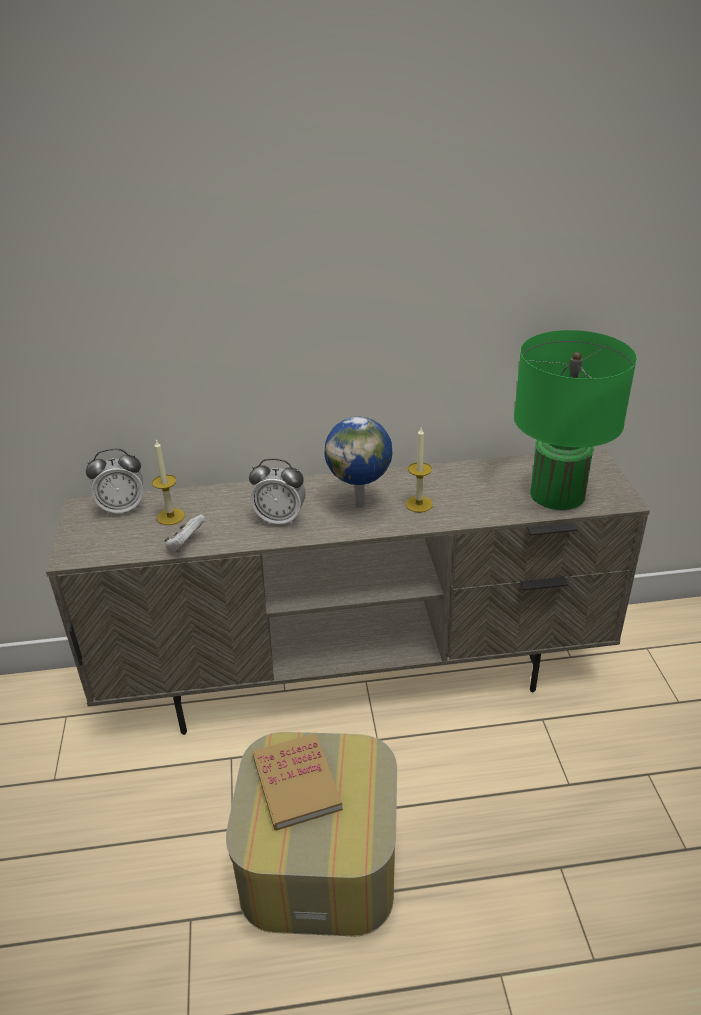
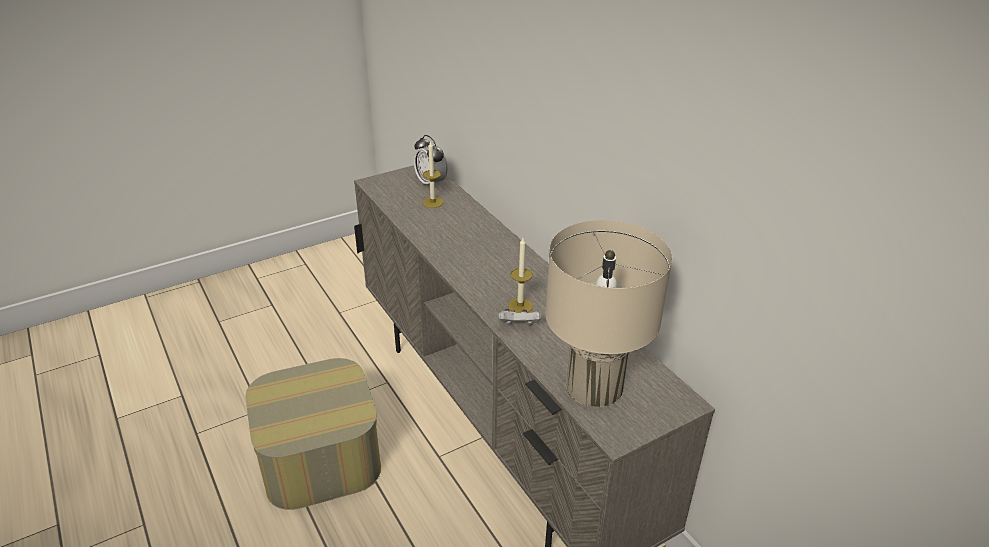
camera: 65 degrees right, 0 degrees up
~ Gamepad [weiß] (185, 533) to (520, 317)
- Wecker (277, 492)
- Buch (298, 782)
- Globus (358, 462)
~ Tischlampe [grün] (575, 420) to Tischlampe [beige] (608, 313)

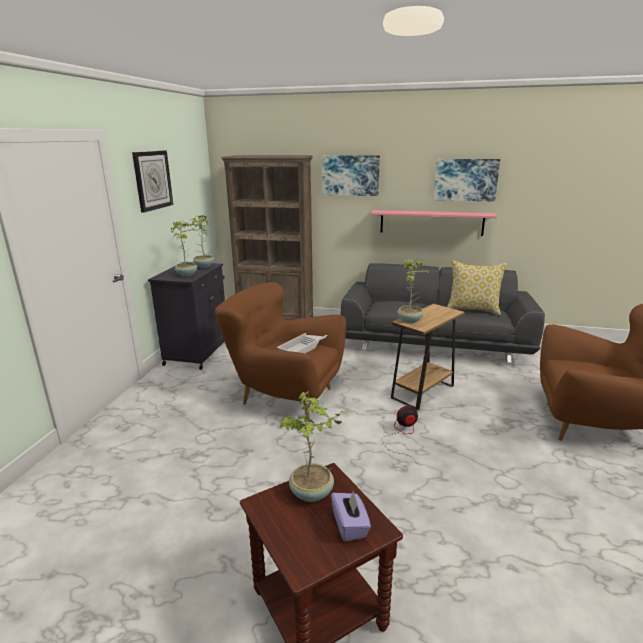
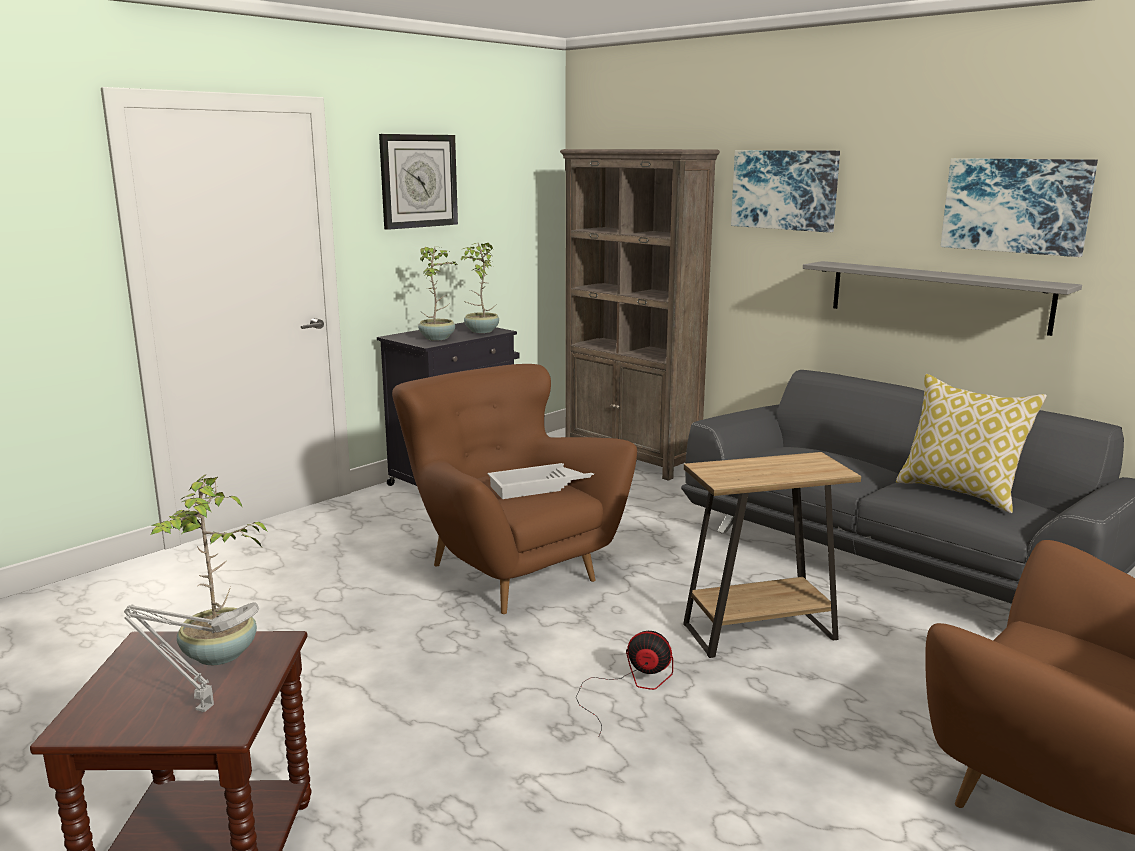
camera: 30 degrees right, 5 degrees down
~ Taschentuchbox [lila] (351, 516) to Tischlampe [grau] (191, 657)
~ Wandregal [rosa] (434, 223) to Wandregal [grau] (942, 298)
- Topfpflanze (413, 290)

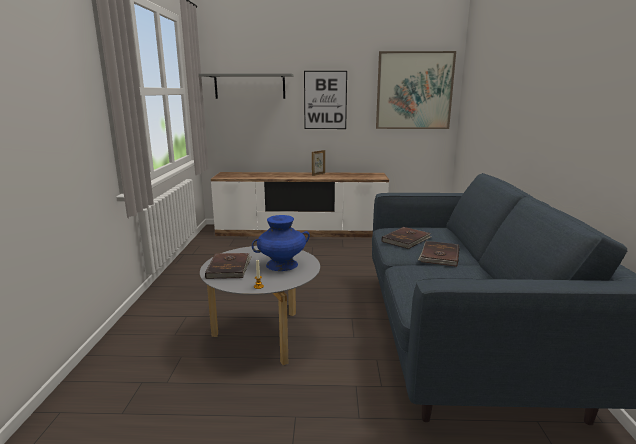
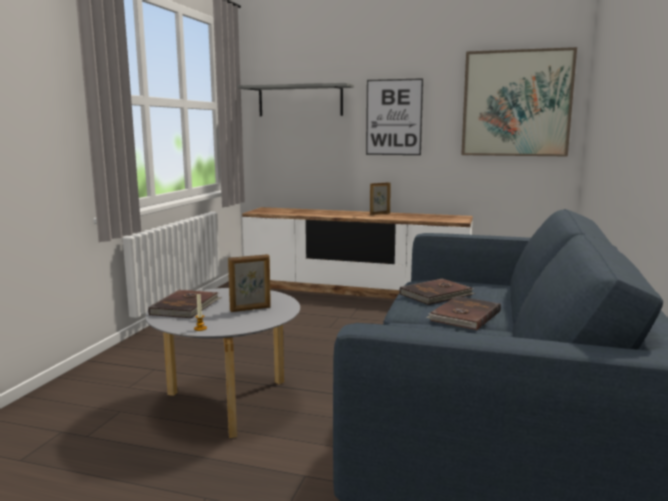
camera: 15 degrees right, 5 degrees down
~ Vase [blau] (281, 243) to Bilderrahmen (249, 283)

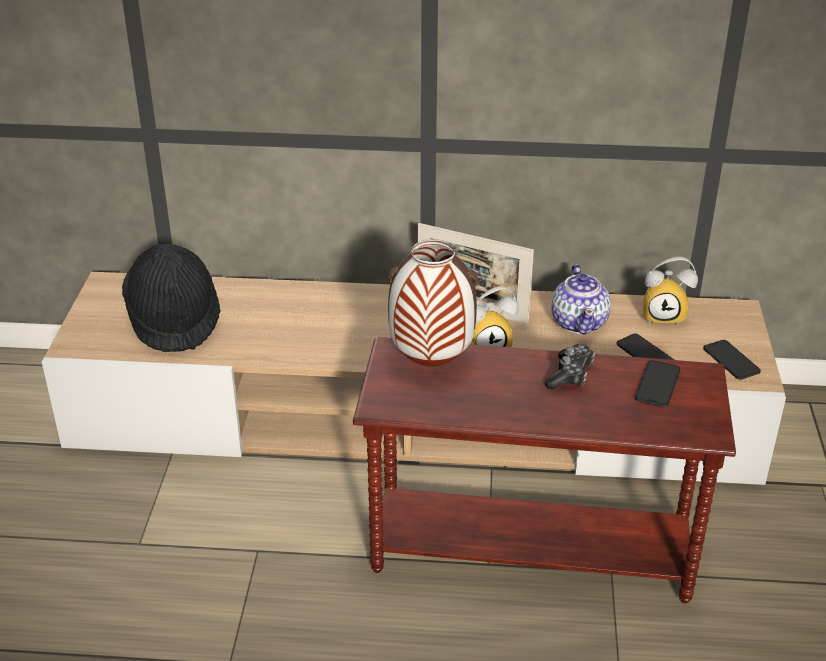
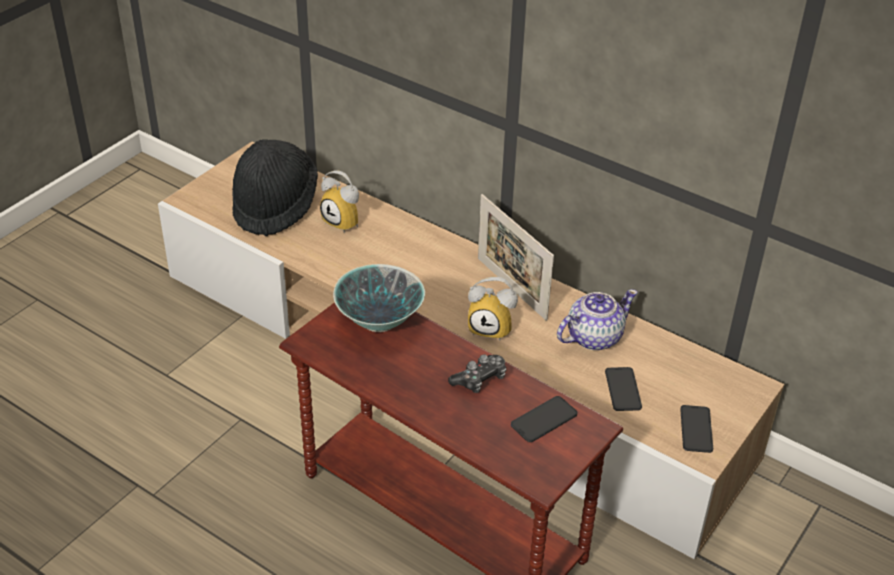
camera: 30 degrees right, 5 degrees up
~ Vase (432, 303) to Schüssel (379, 298)
~ Teekanne (581, 300) = (597, 319) 150 degrees counterclockwise
~ Wecker (670, 291) to (339, 201)

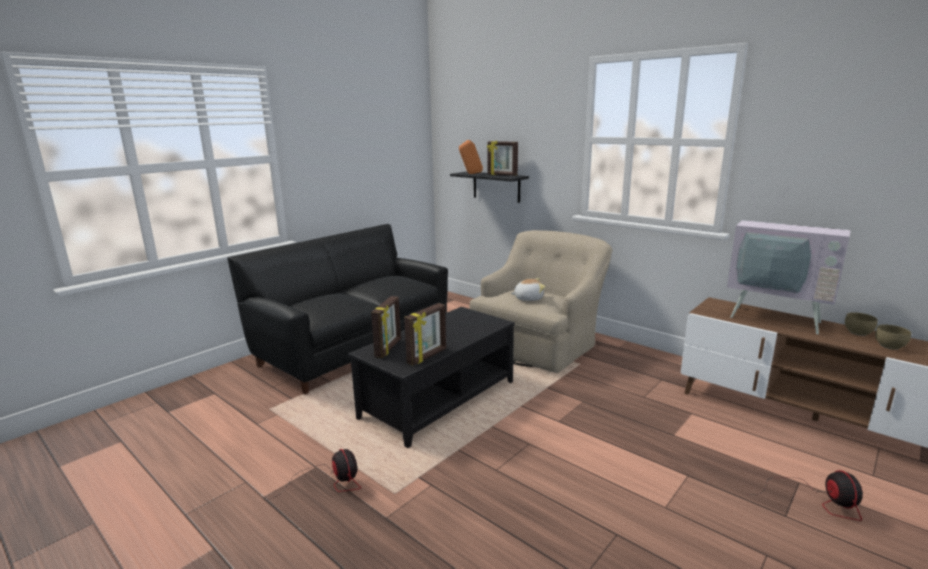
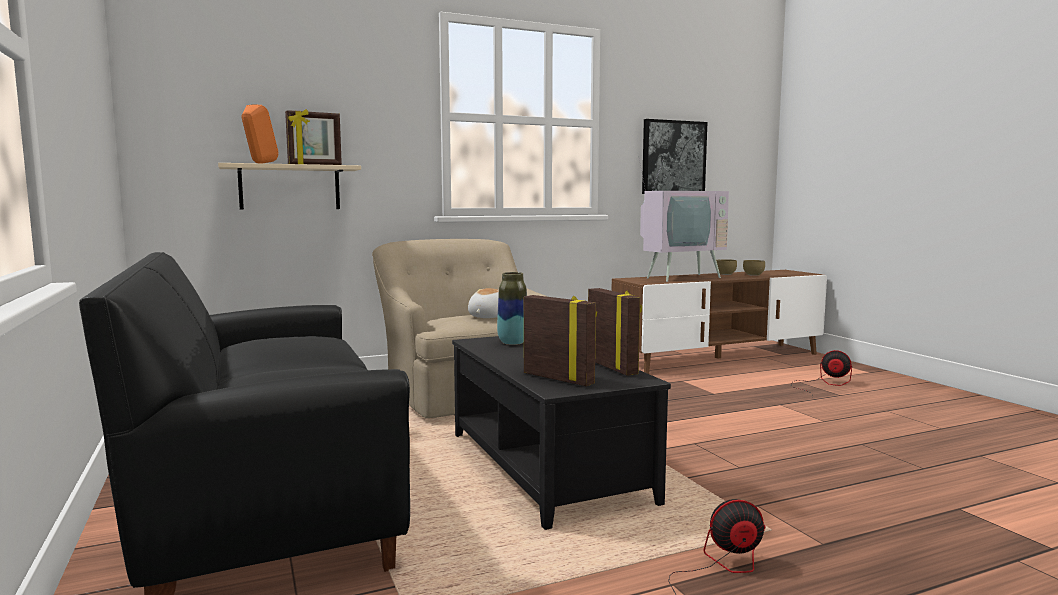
camera: 65 degrees left, 10 degrees down
~ Wandregal [schwarz] (489, 187) to Wandregal [beige] (289, 186)
+ Vase (512, 308)
+ Bild (674, 156)

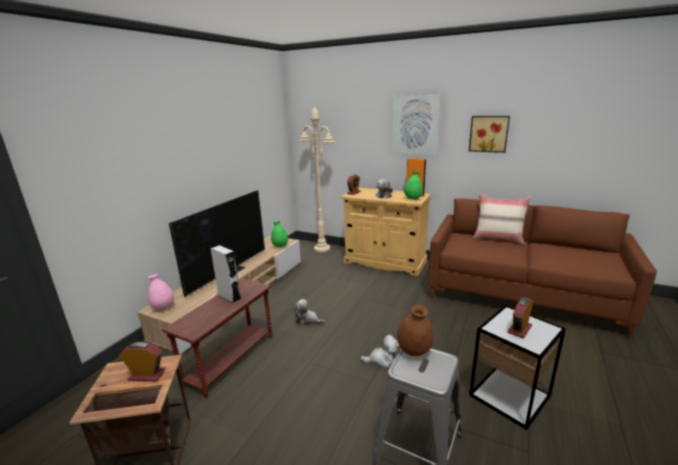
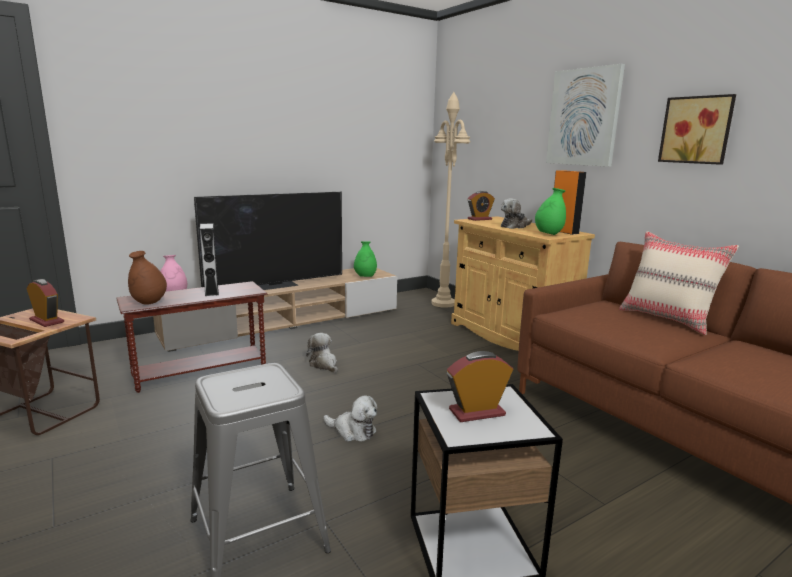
camera: 30 degrees right, 5 degrees down
~ Vase [braun] (415, 330) to (147, 277)

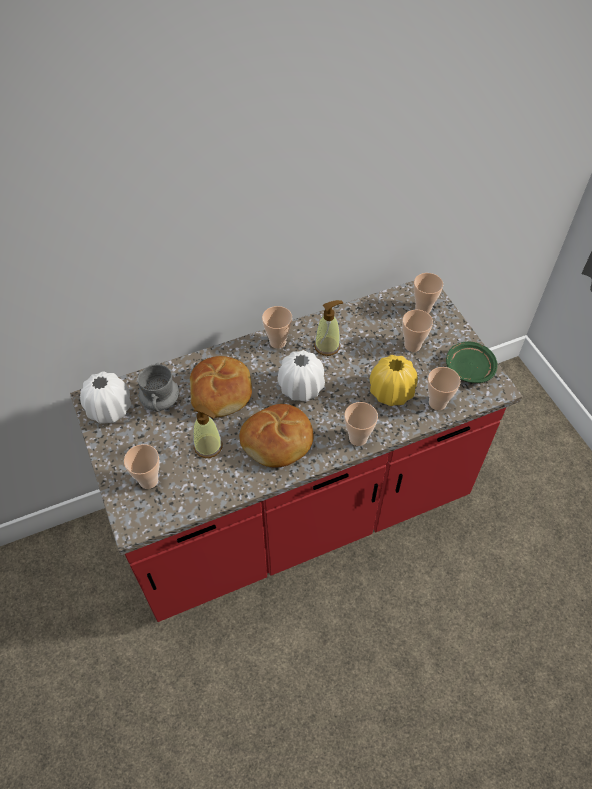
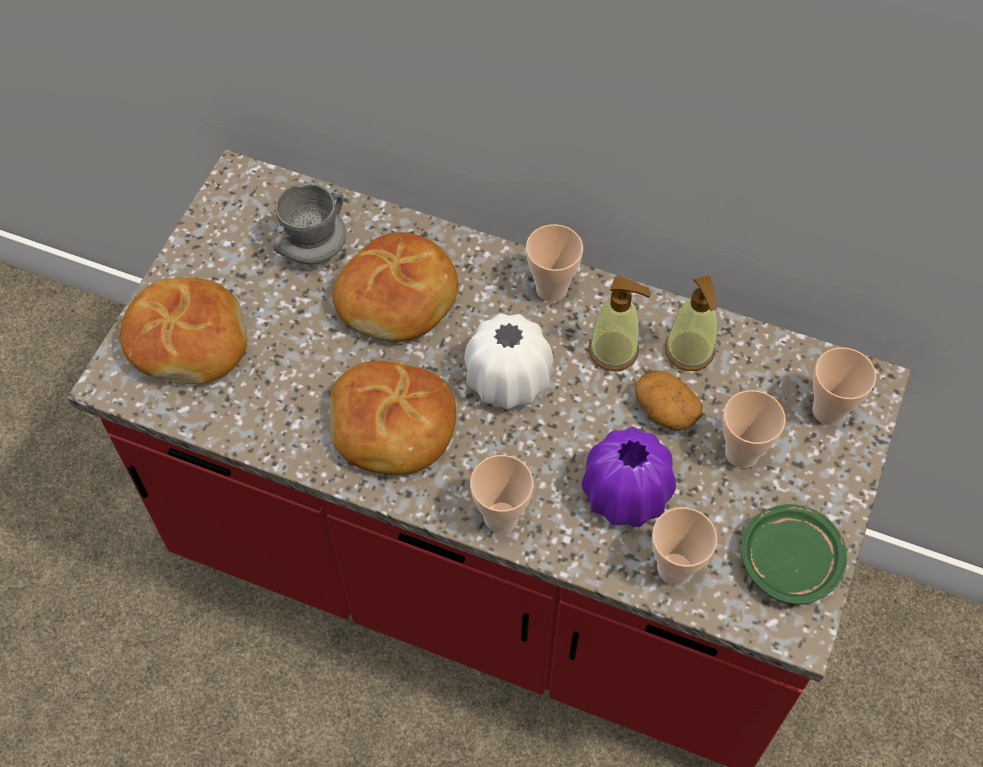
camera: 45 degrees right, 5 degrees up
- Vase [weiß] (105, 397)
~ Tasse (142, 466) to Brot (183, 331)
~ Seifenspender (207, 431) to (691, 323)
~ Vase [gelb] (394, 380) to Vase [lila] (628, 477)
+ Kartoffel (669, 401)

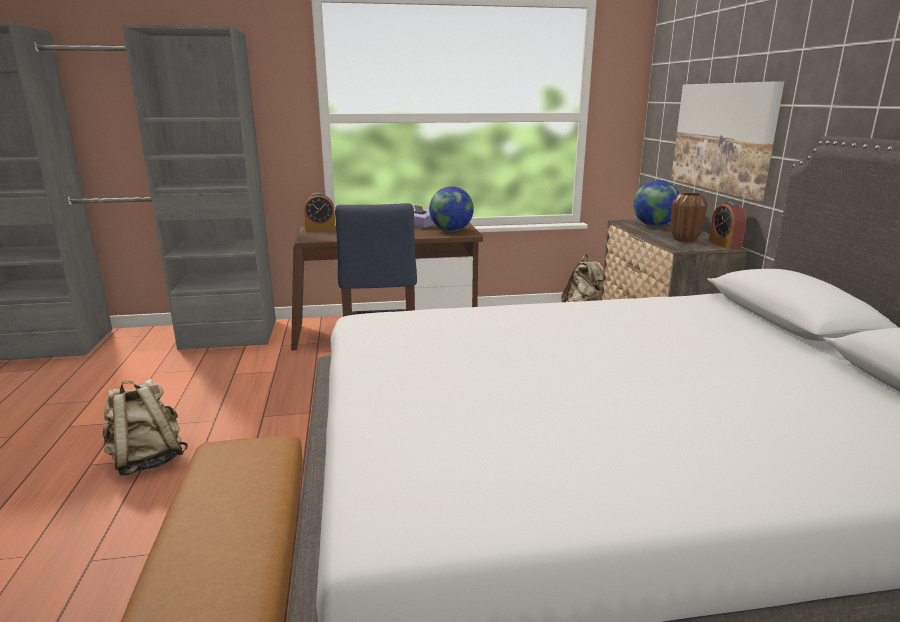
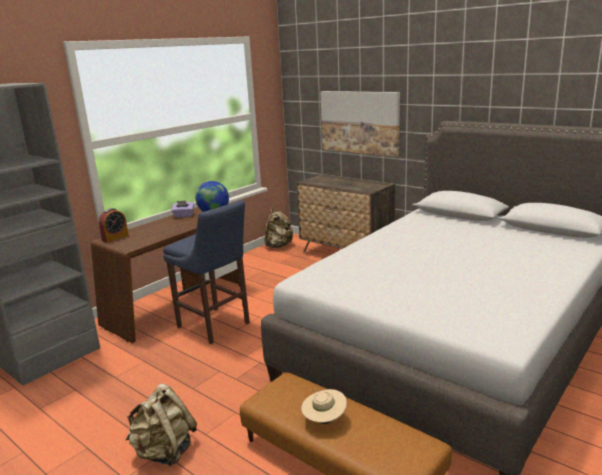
camera: 40 degrees left, 0 degrees up
- Globus (656, 203)
- Vase [braun] (689, 217)
- Wecker (727, 225)
+ Hut [beige] (324, 406)

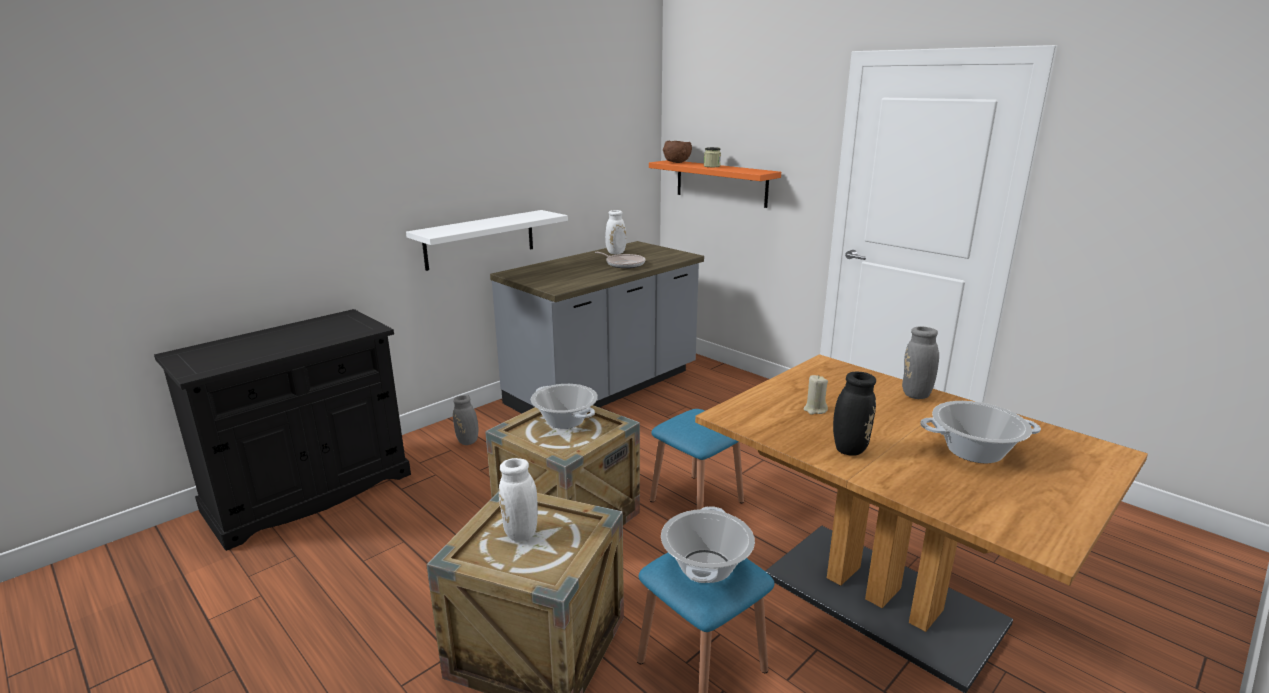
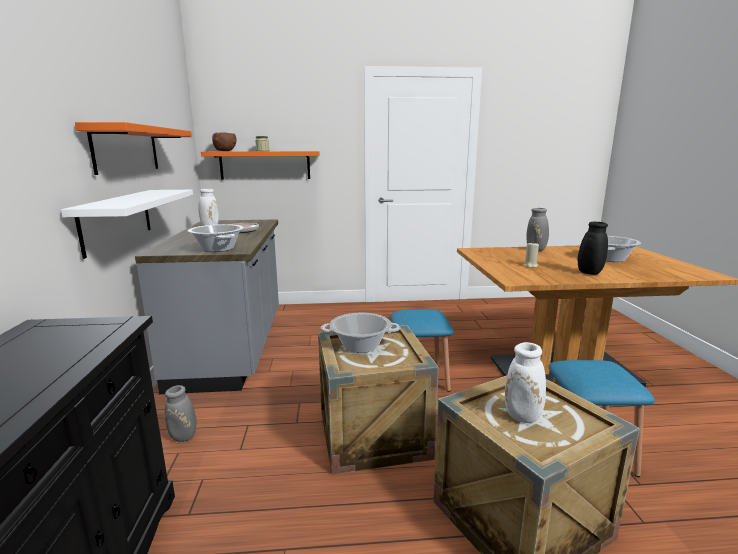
camera: 50 degrees left, 5 degrees down
~ Kochtopf (708, 544) to (216, 238)
+ Wandregal [orange] (133, 148)

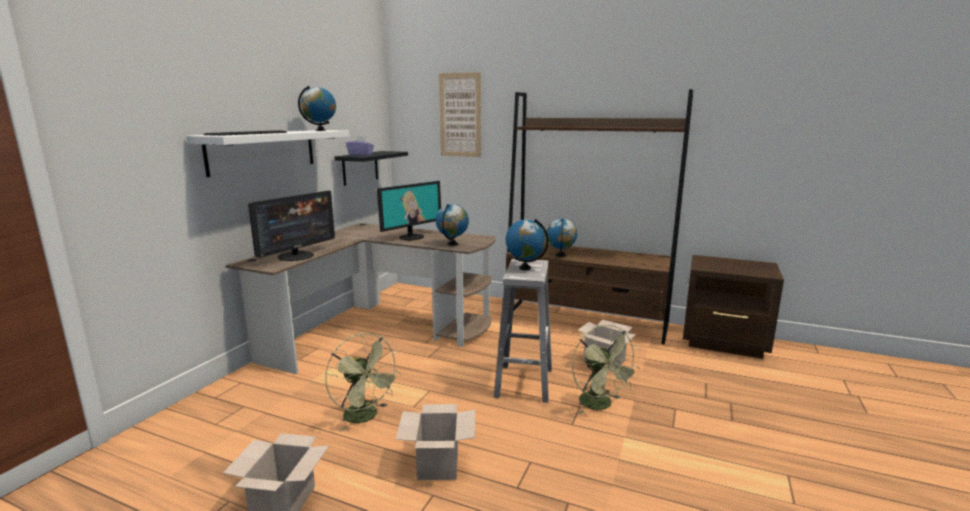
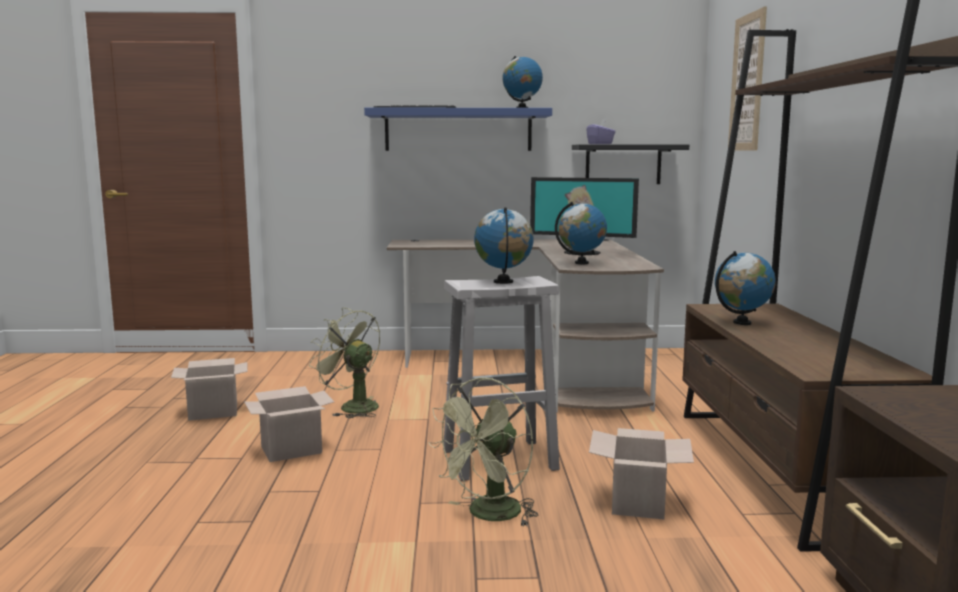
camera: 65 degrees right, 5 degrees down
~ Wandregal [weiß] (267, 153) to Wandregal [blau] (458, 129)
- Monitor (291, 226)
~ Ventilator [grün] (363, 382) = (344, 362) 105 degrees clockwise

